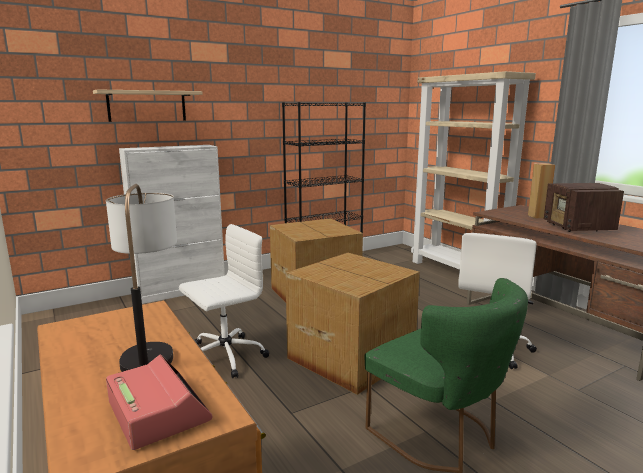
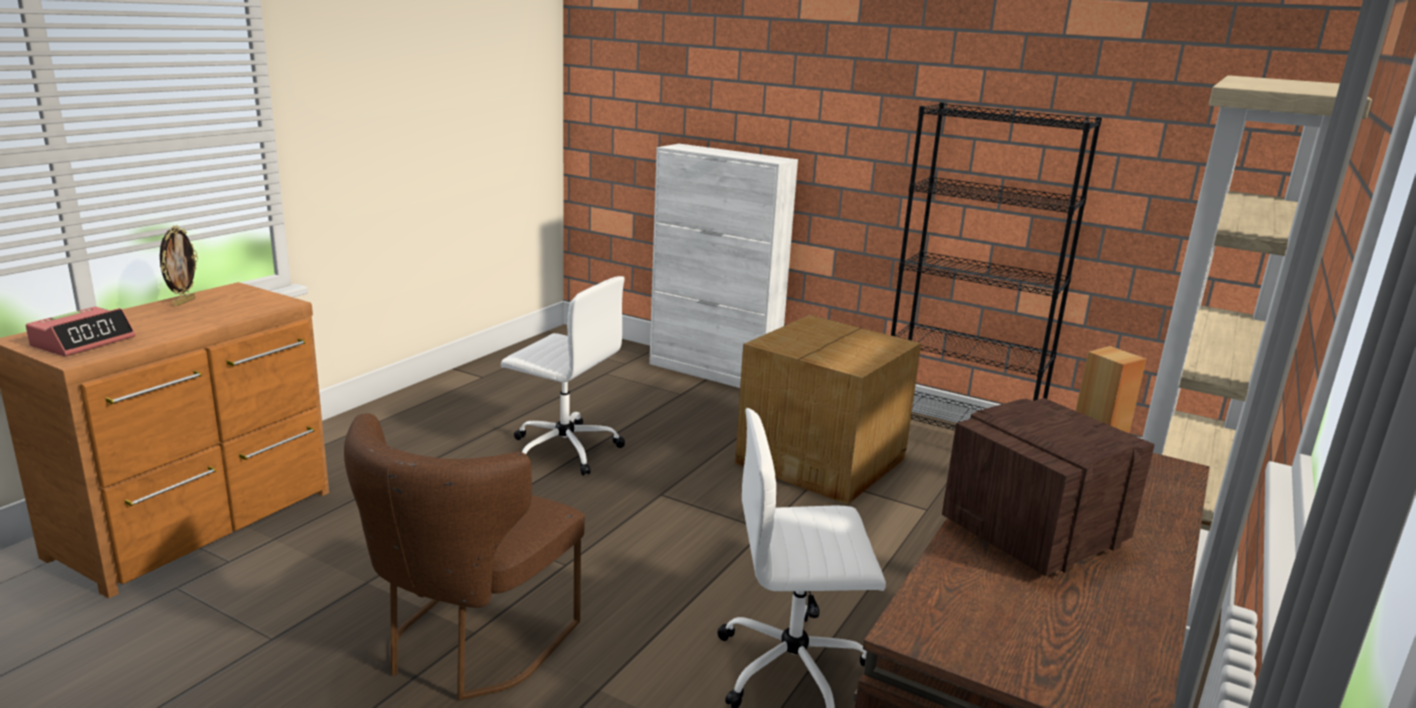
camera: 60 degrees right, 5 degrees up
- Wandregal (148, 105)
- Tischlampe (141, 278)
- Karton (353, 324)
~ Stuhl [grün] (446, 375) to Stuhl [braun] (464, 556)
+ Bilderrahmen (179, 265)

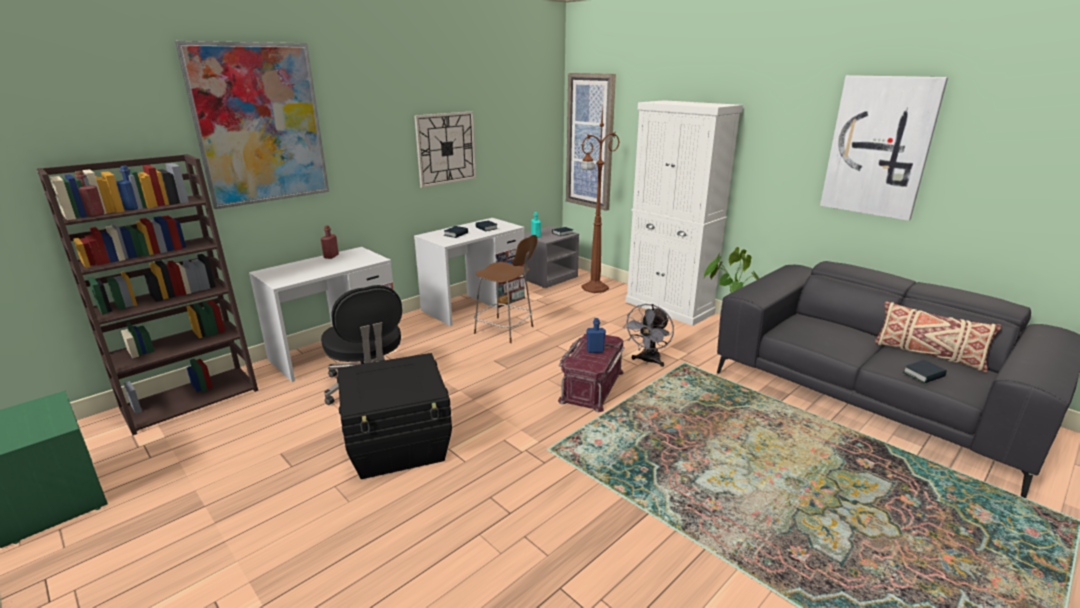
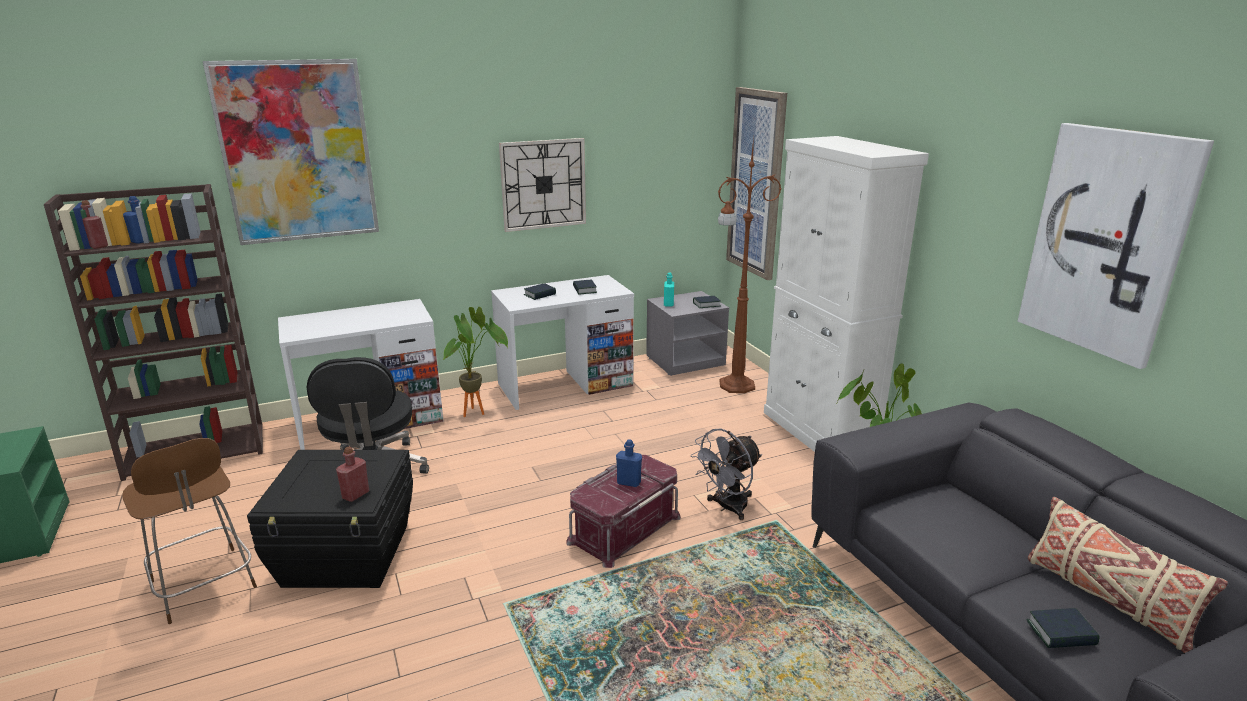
camera: 20 degrees right, 0 degrees up
~ Flasche [rot] (330, 242) to (352, 474)
~ Hocker [braun] (505, 289) to (189, 531)
+ Topfpflanze (475, 362)

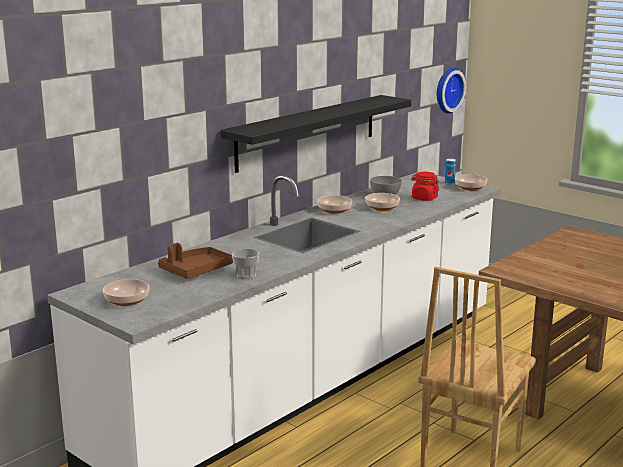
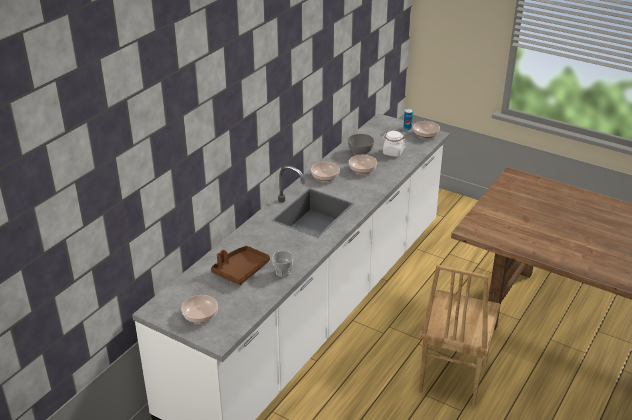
camera: 10 degrees left, 15 degrees up
- Wandregal [schwarz] (316, 134)
~ Vorratsglas [rot] (425, 186) to Vorratsglas [weiß] (393, 144)
- Wanduhr (451, 91)

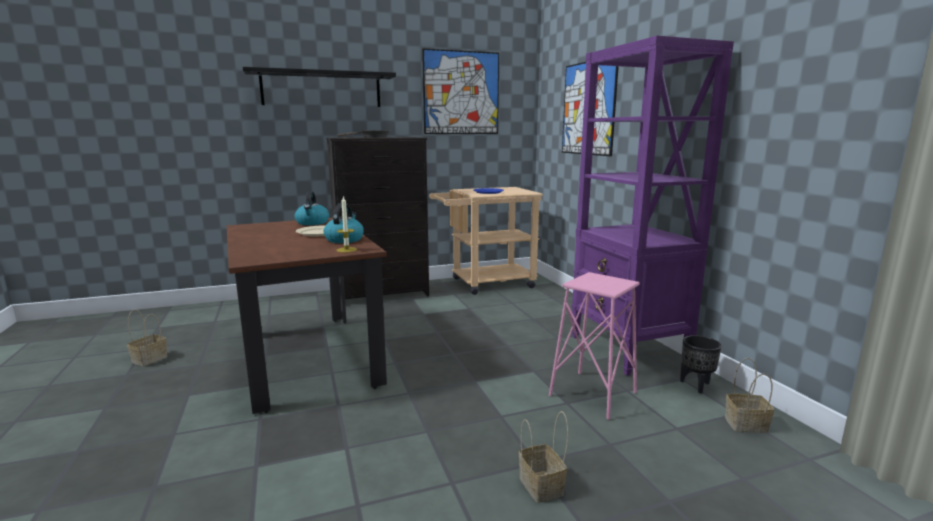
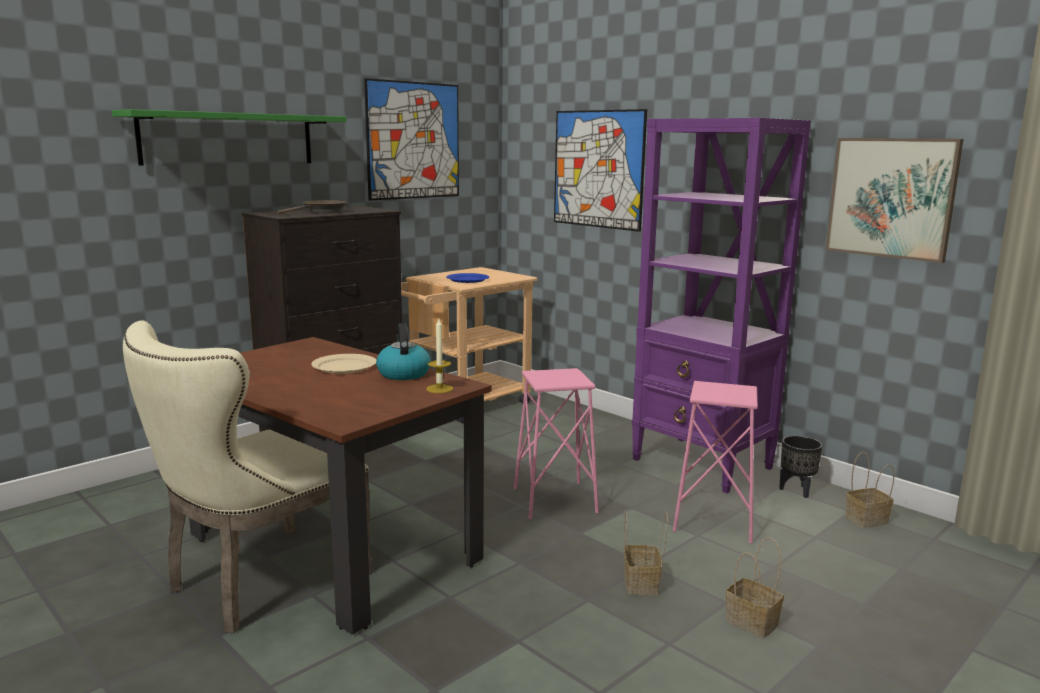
camera: 25 degrees left, 0 degrees up
~ Korb (147, 338) to (646, 553)
~ Wandregal [schwarz] (319, 87) to Wandregal [grün] (229, 137)
- Wasserkessel (312, 208)
+ Stuhl [beige] (248, 476)
+ Hocker [rosa] (556, 443)
+ Bild (894, 200)

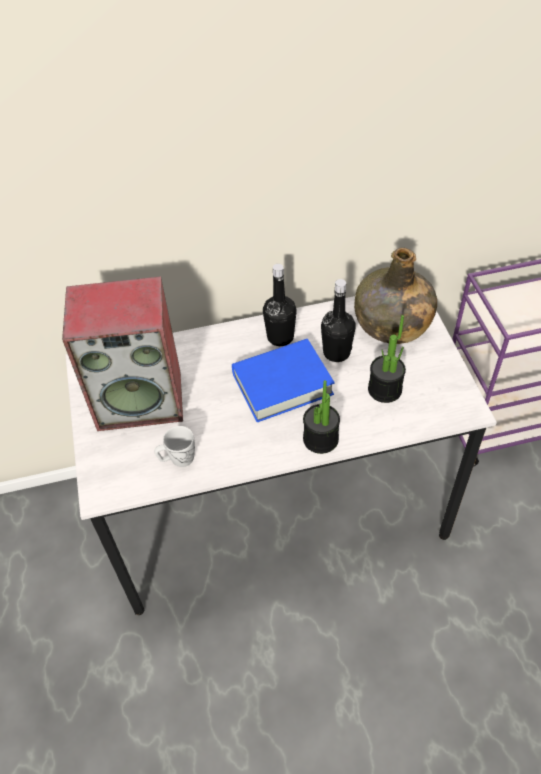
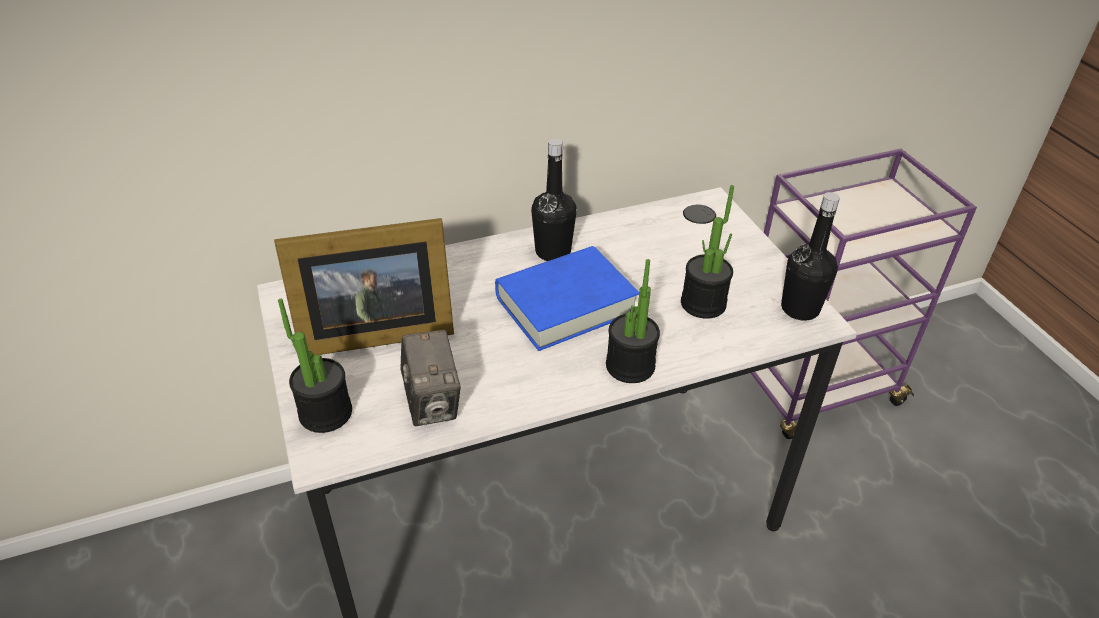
camera: 10 degrees left, 10 degrees down
~ Lautsprecher (122, 353) to Bilderrahmen (364, 286)
~ Henkelbecher [weiß] (174, 446) to Kamera (431, 378)
~ Flasche [schwarz] (338, 320) to (810, 256)
- Flasche [grün] (395, 296)
+ Topfpflanze (315, 366)

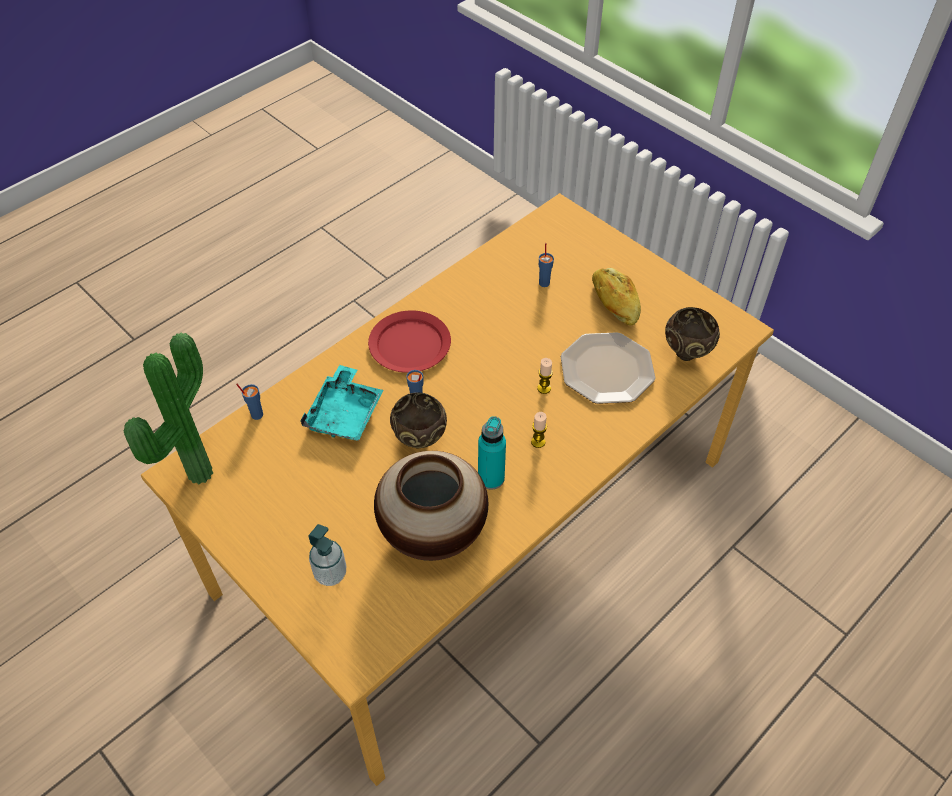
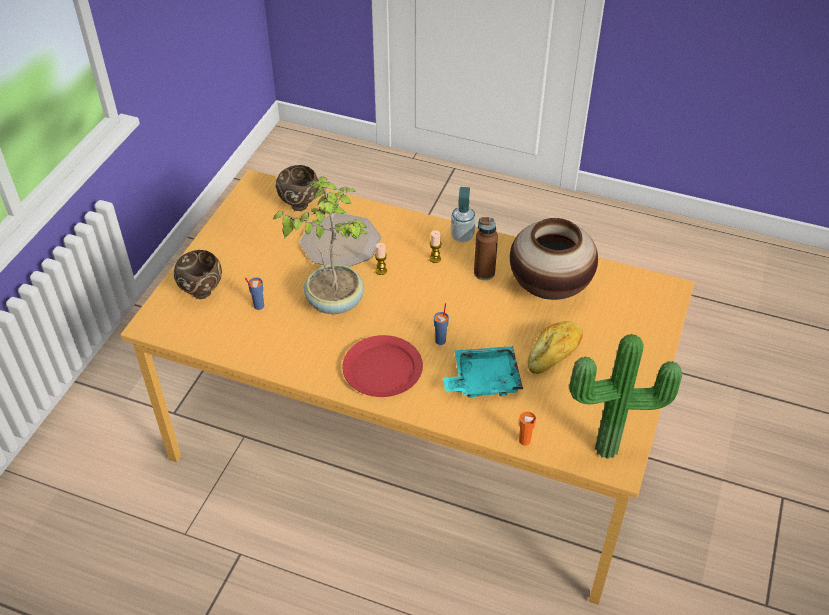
camera: 115 degrees left, 5 degrees down
~ Tasse [blau] (249, 402) to Tasse [orange] (527, 428)
~ Seifenspender (327, 555) to (463, 214)
~ Schüssel [braun] (418, 420) to (198, 274)
~ Flasche [türkis] (492, 453) to Flasche [braun] (486, 248)
~ Brot (616, 297) to (555, 347)
+ Topfpflanze (320, 245)

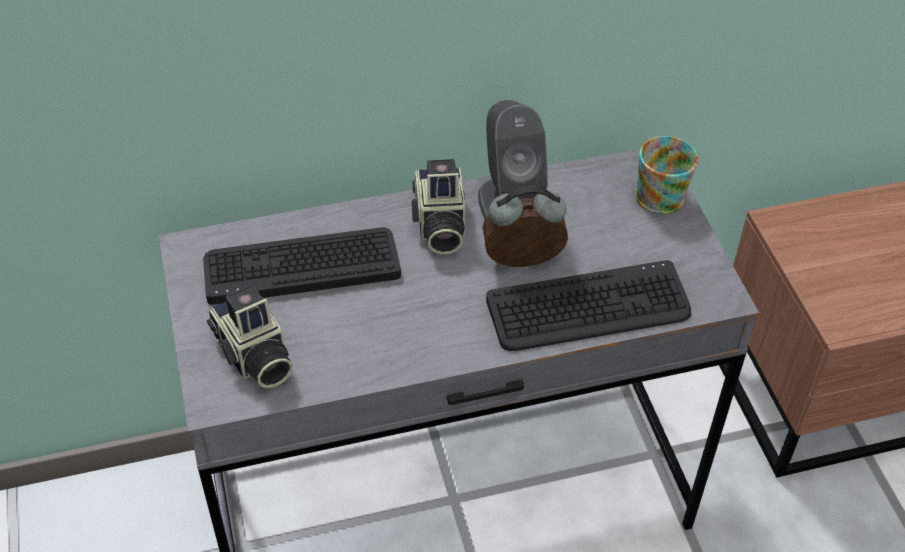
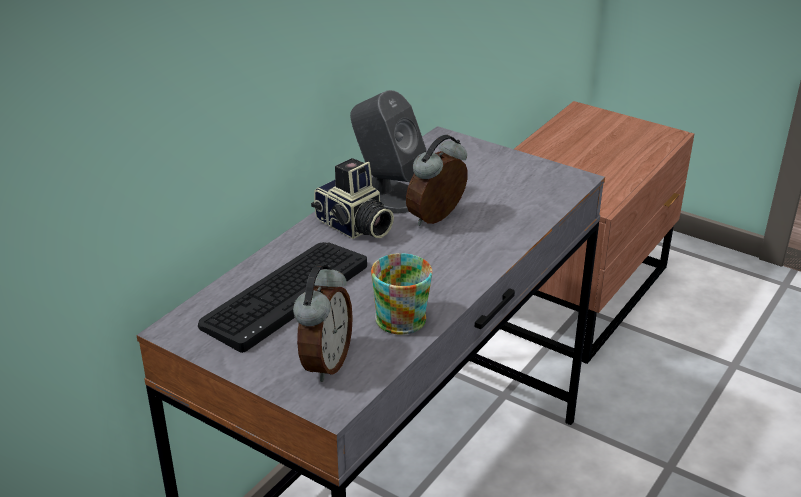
camera: 40 degrees left, 15 degrees down
~ Kamera (250, 336) to Wecker (323, 323)
- Tastatur (588, 305)
~ Henkelbecher (666, 175) to (402, 294)

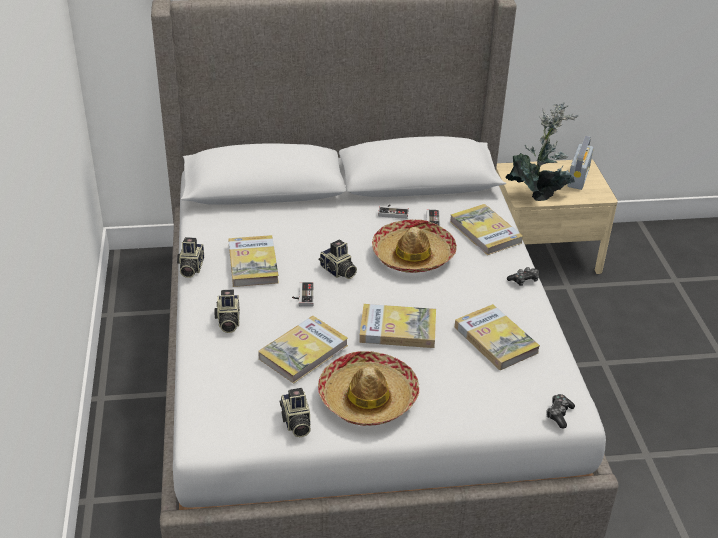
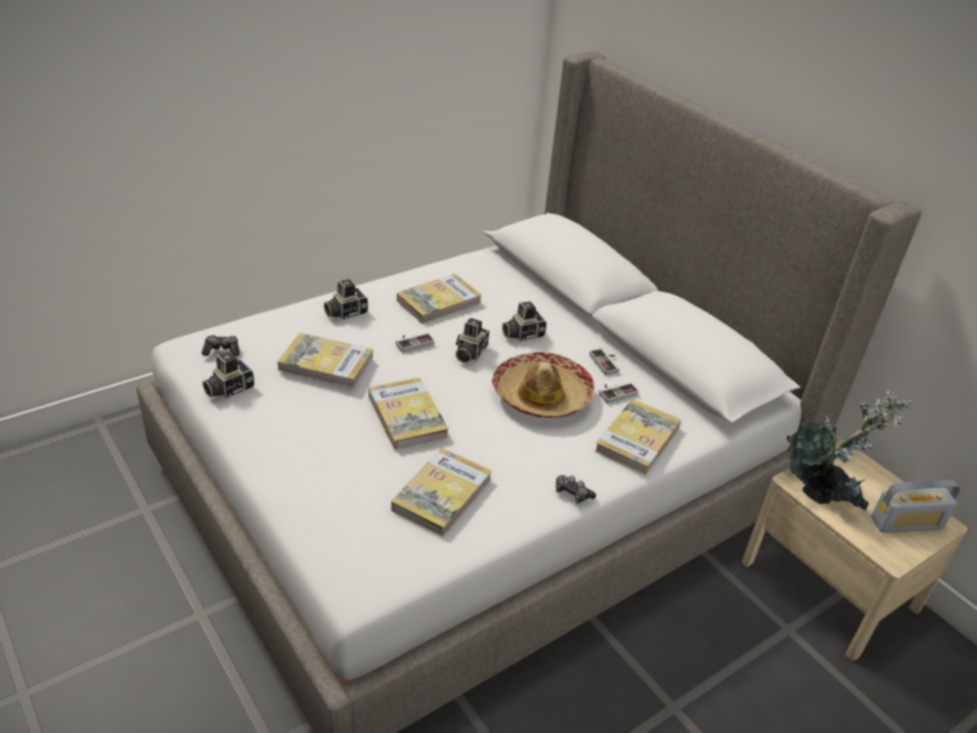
camera: 60 degrees right, 0 degrees up
~ Kamera (190, 257) to (524, 321)
- Hut (368, 388)
~ Gamepad (560, 411) to (221, 346)

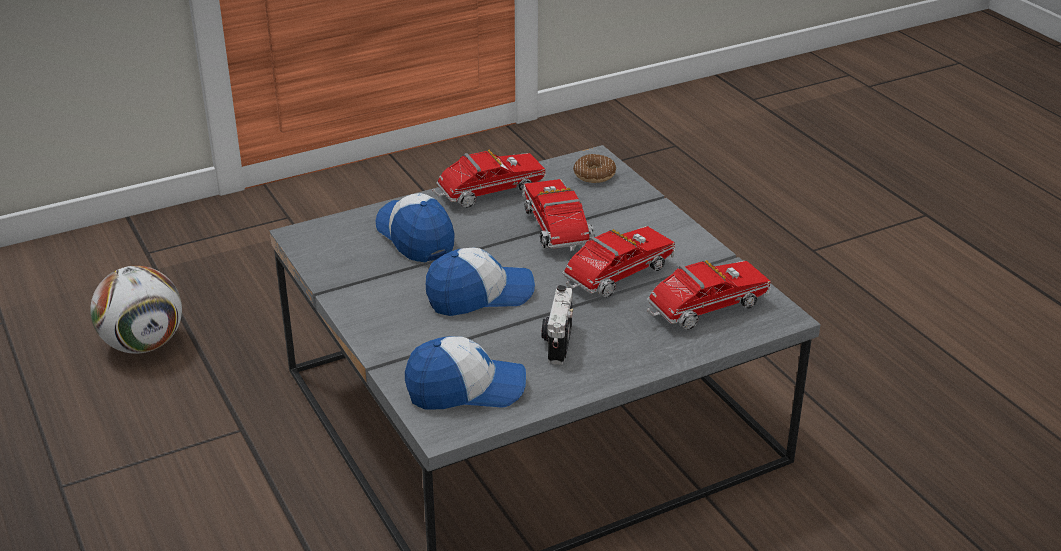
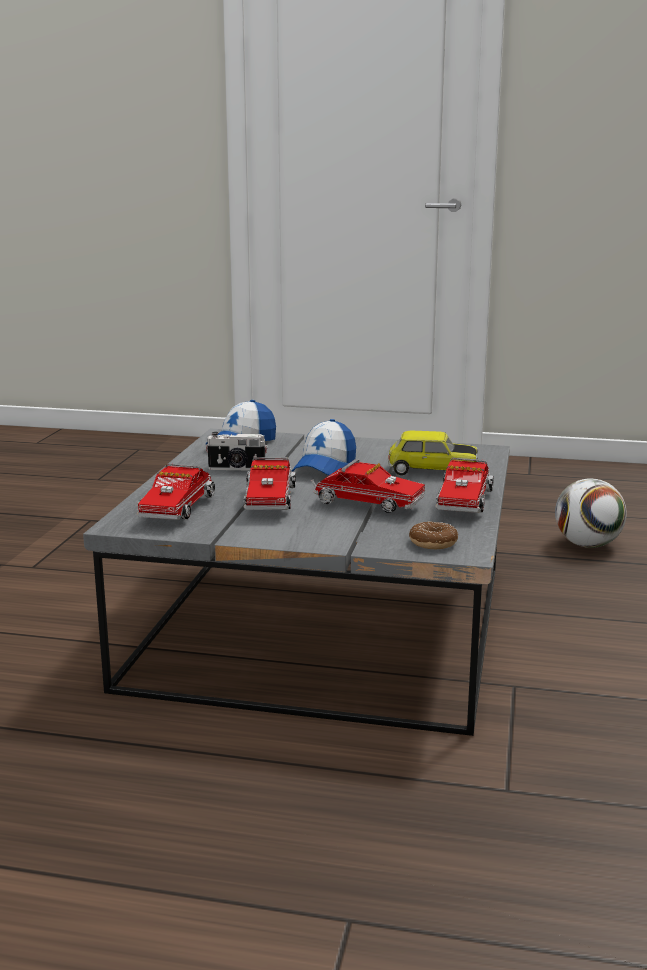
camera: 130 degrees right, 15 degrees down
~ Kappe (415, 227) to Spielzeugauto (433, 453)
~ Kamera (557, 325) = (236, 451) 135 degrees clockwise

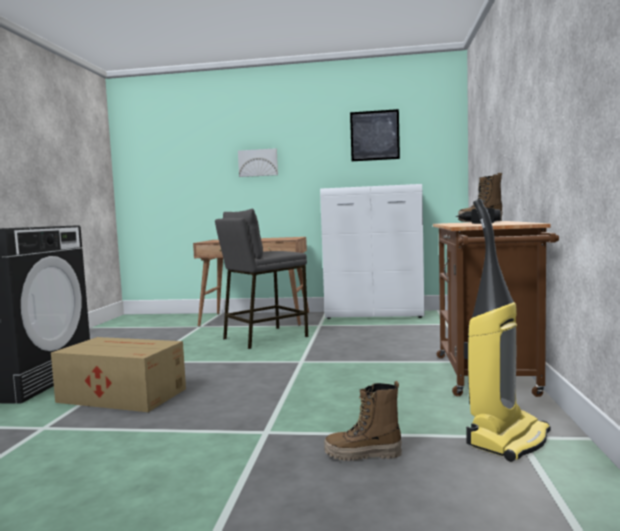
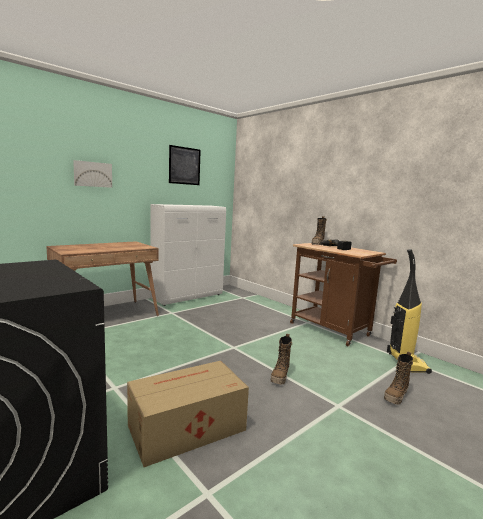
camera: 50 degrees left, 5 degrees up
- Hocker [grau] (262, 279)
+ Stiefel (281, 359)

